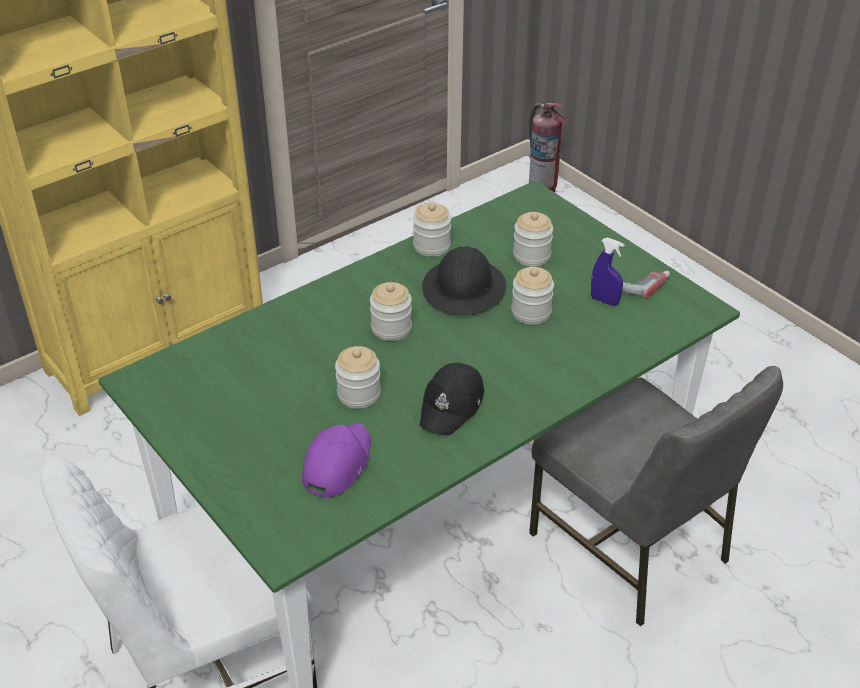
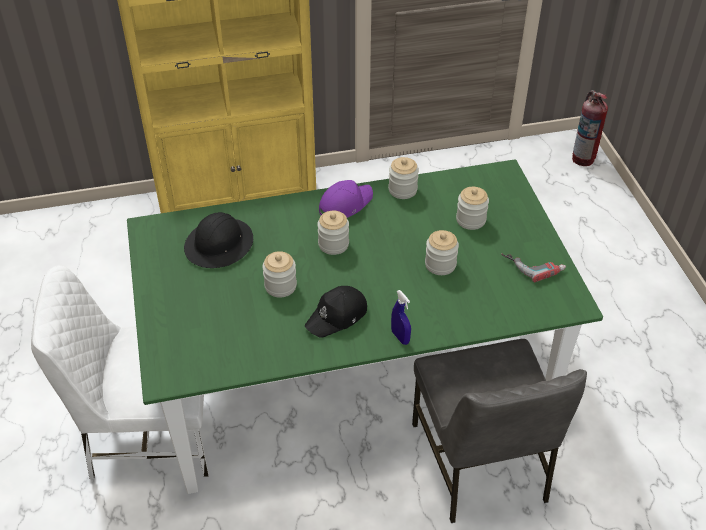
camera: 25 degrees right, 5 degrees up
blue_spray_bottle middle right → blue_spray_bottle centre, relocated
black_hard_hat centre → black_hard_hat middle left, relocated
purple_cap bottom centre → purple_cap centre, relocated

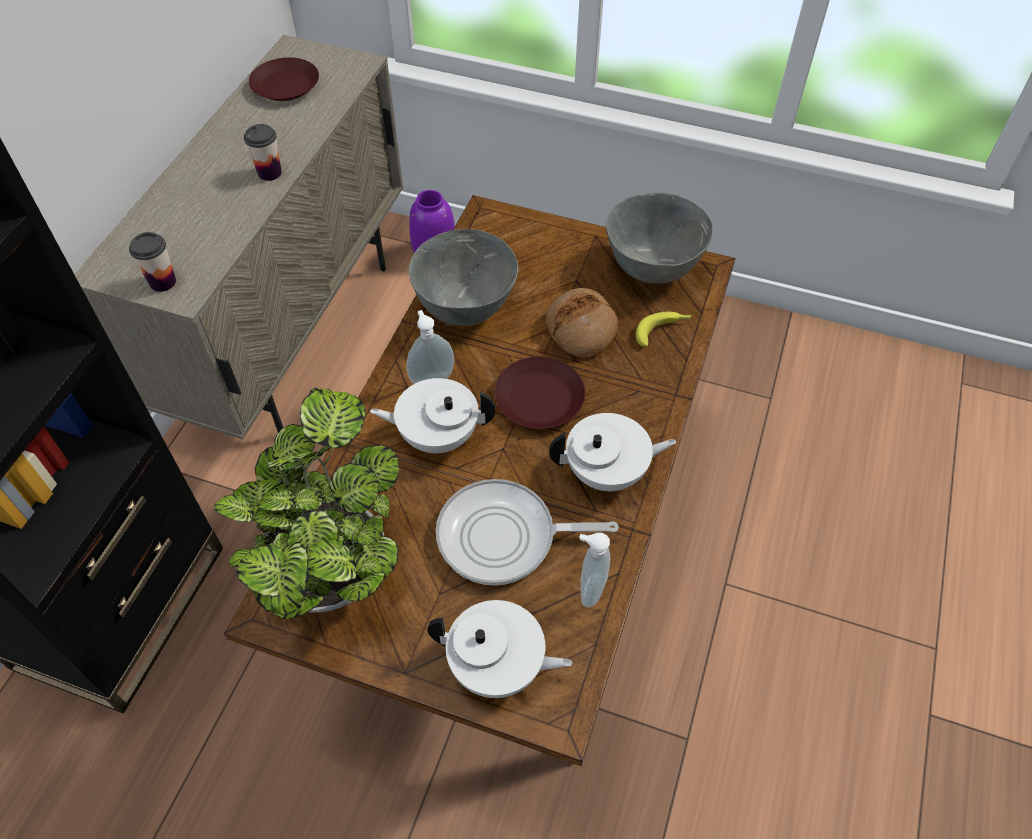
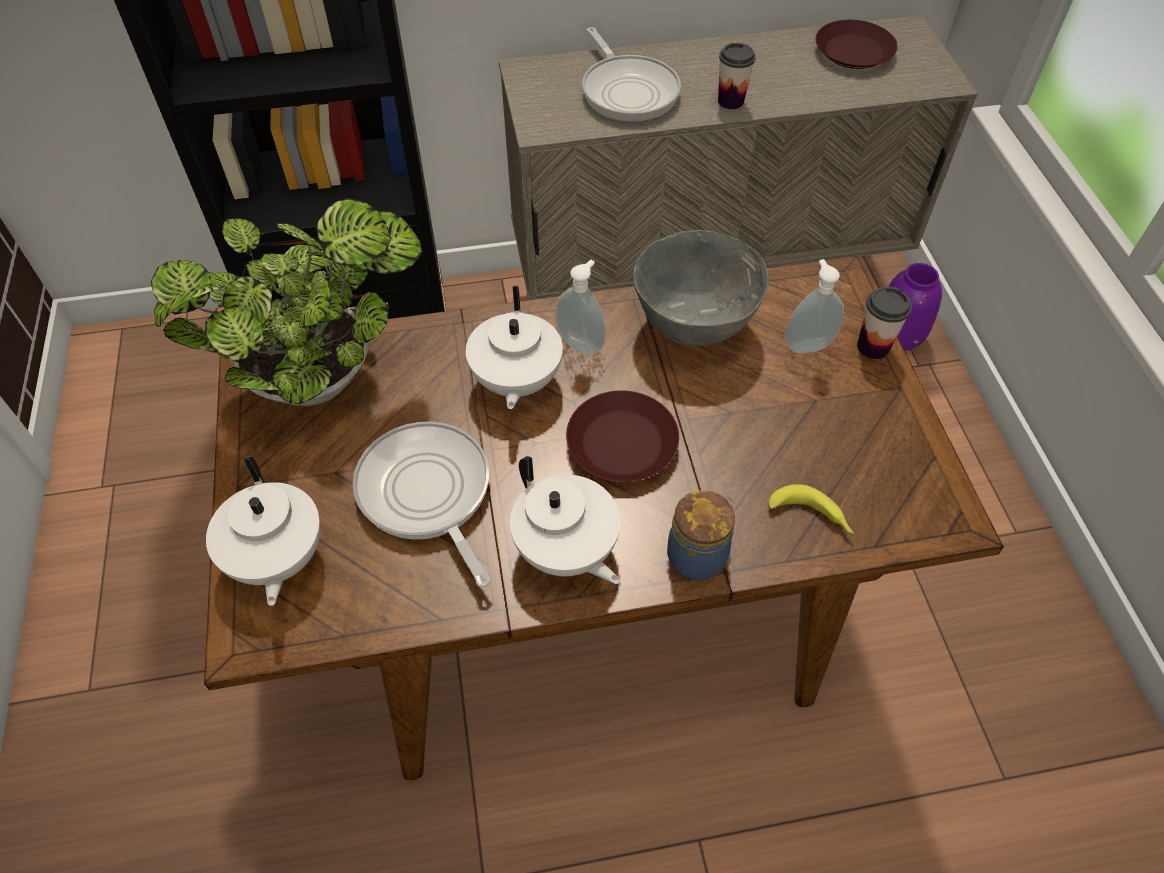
camera: 60 degrees right, 0 degrees up
grey_bowl (no. 2 from left) top centre → -
cup (no. 1 from left in the first image) top left → cup (no. 2 from left) middle right, relocated
bread centre → -
white_teapot (no. 1 from left in the first image) centre → white_teapot (no. 2 from left) centre, 150 degrees counterclockwise
soap_dispenser (no. 2 from left) bottom centre → soap_dispenser (no. 2 from left) middle right, relocated
- → frying_pan (no. 2 from left) top centre
- → jar centre

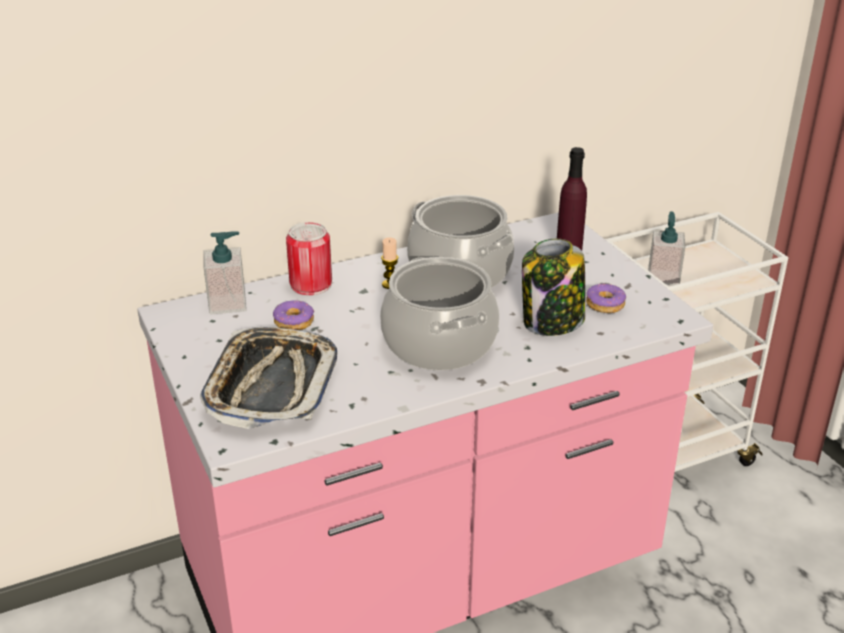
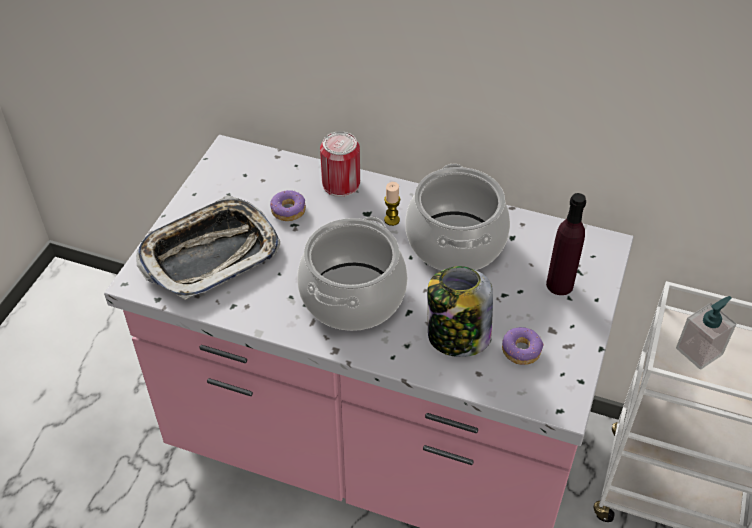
camera: 45 degrees right, 15 degrees up
soap_dispenser (no. 1 from left) middle left → -

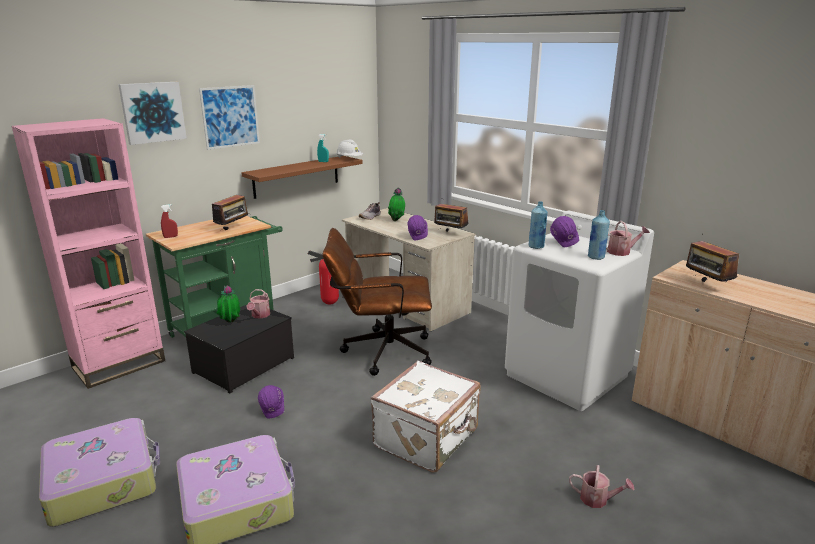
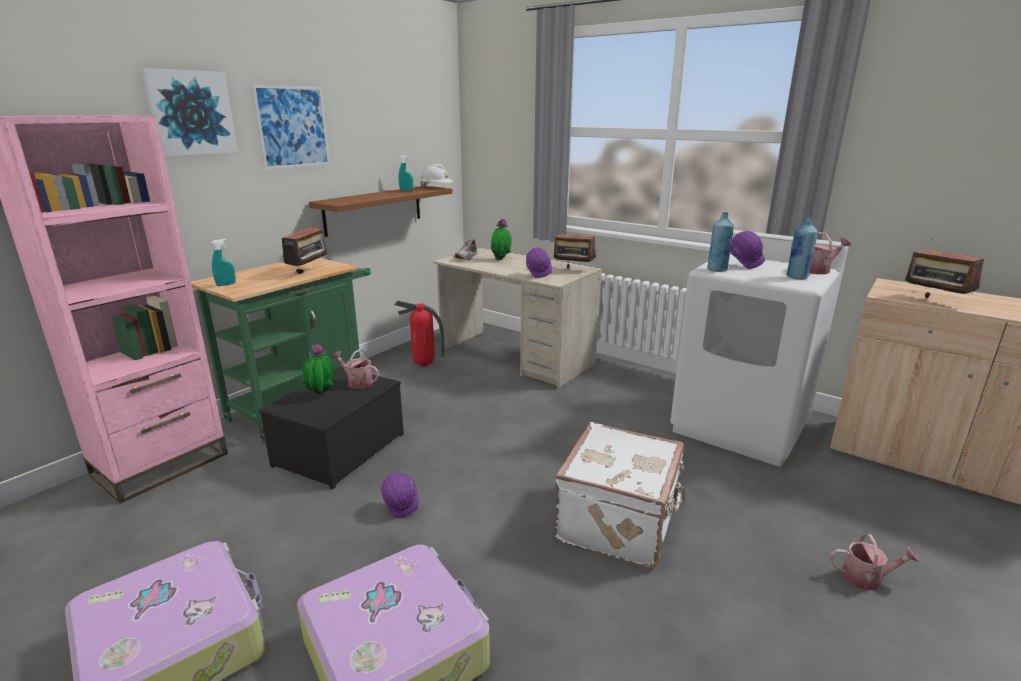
camera: 10 degrees left, 0 degrees up
red_spray_bottle middle left → turquoise_spray_bottle (no. 1 from left) middle left
brown_office_chair centre → -
watering_can (no. 1 from left) middle left → watering_can (no. 1 from left) centre, 120 degrees clockwise

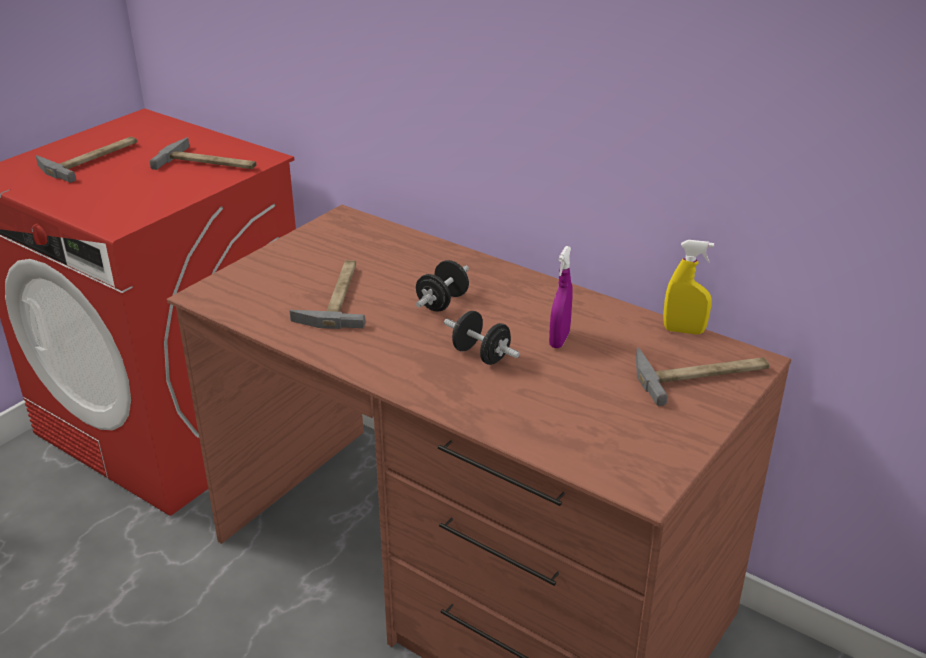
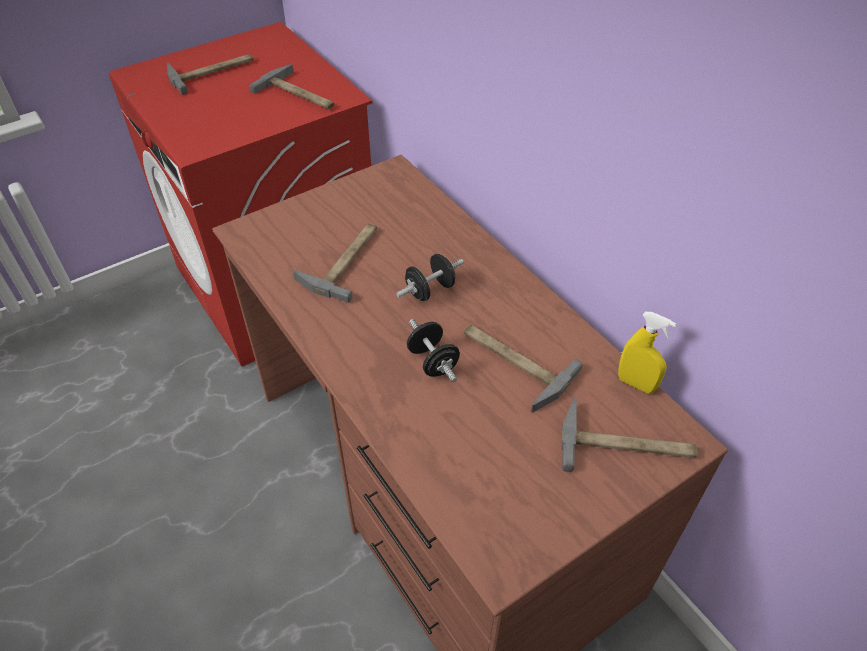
camera: 20 degrees right, 15 degrees up
purple_spray_bottle centre → hammer (no. 4 from left) centre

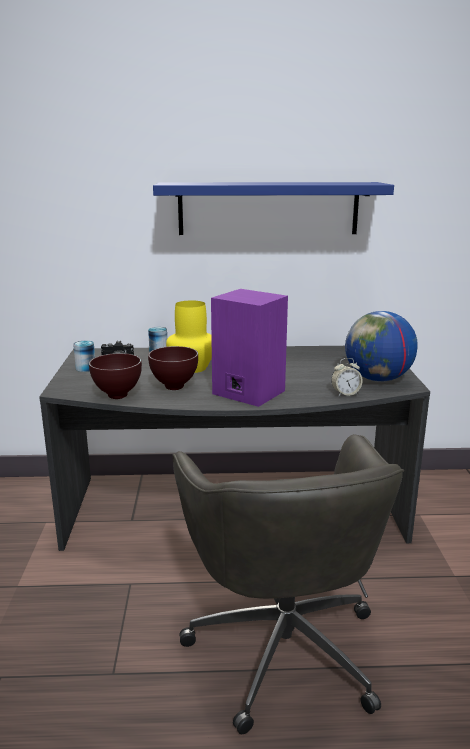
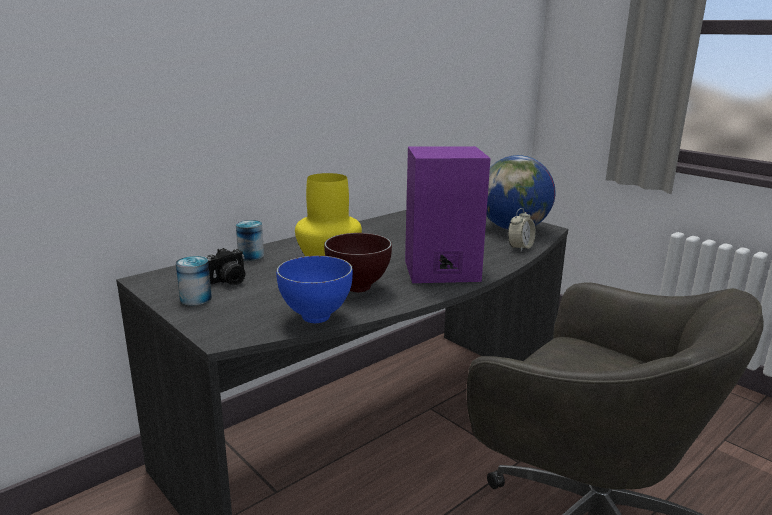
camera: 40 degrees left, 0 degrees up
blue_shelf top centre → -
brown_bowl (no. 1 from left) middle left → blue_bowl centre

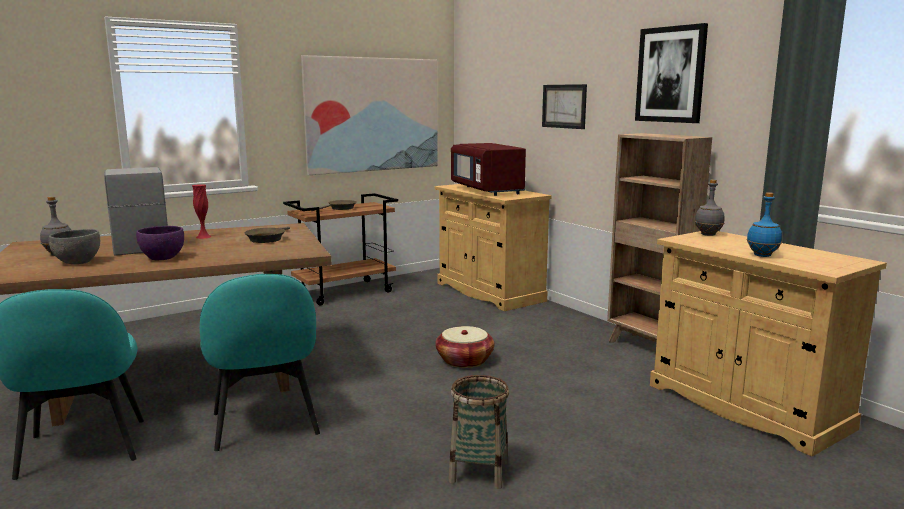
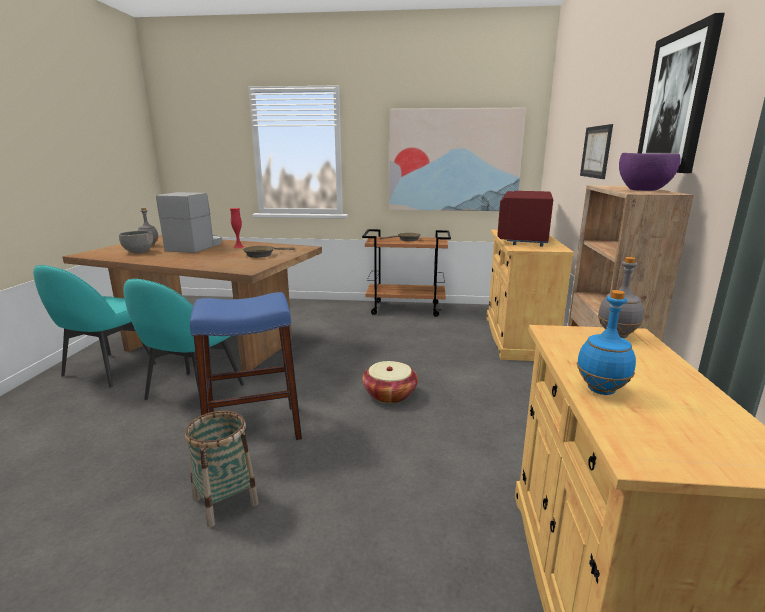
camera: 40 degrees right, 5 degrees up
purple_bowl middle left → purple_bowl top right, relocated
- → blue_stool middle left

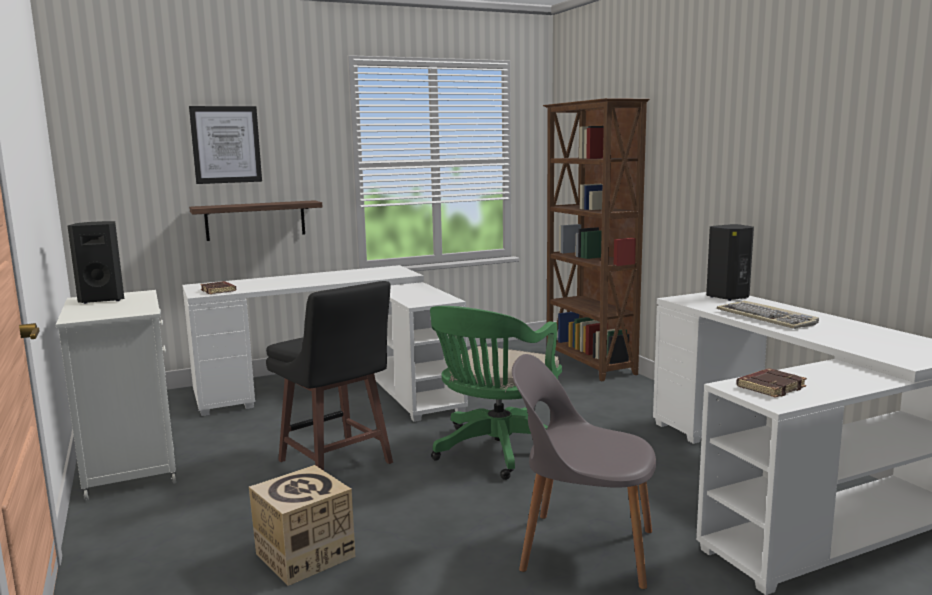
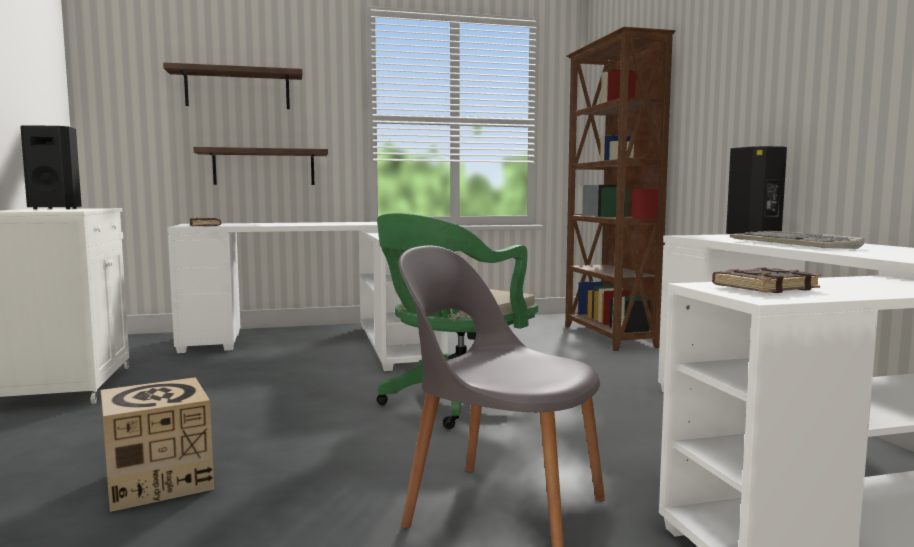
camera: 10 degrees right, 5 degrees down
picture top left → shelf (no. 1 from left) top left
black_stool centre → -

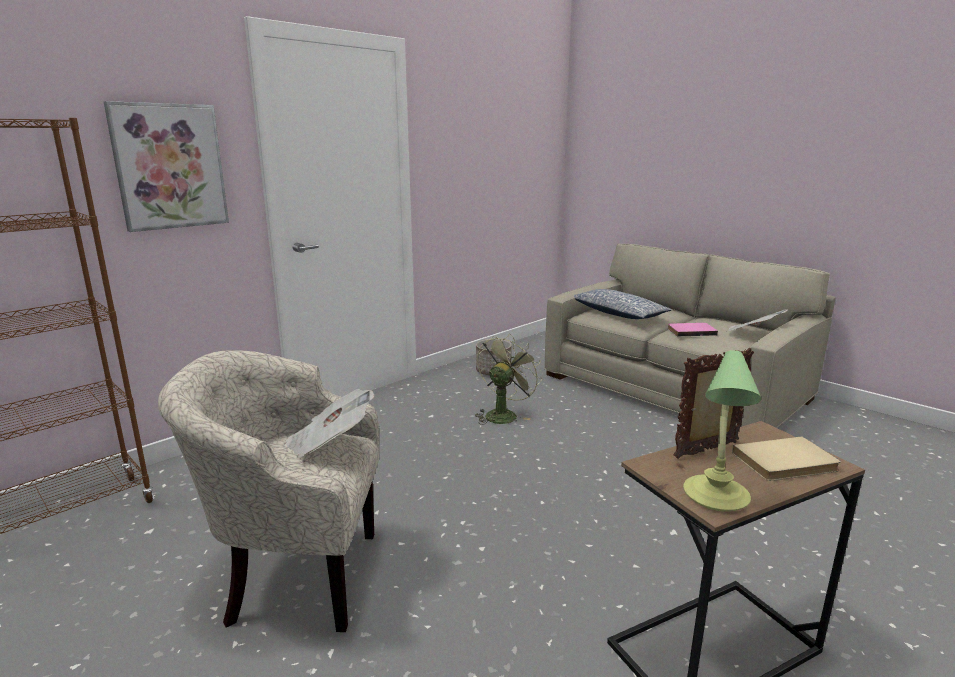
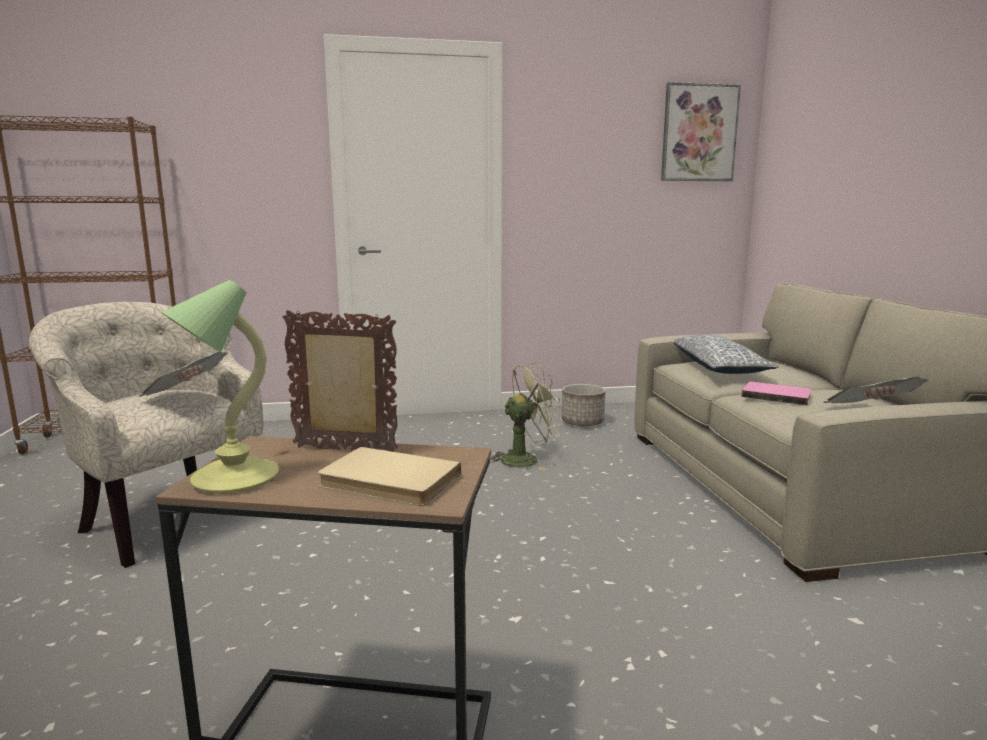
camera: 35 degrees right, 5 degrees down
picture top left → picture top right, relocated

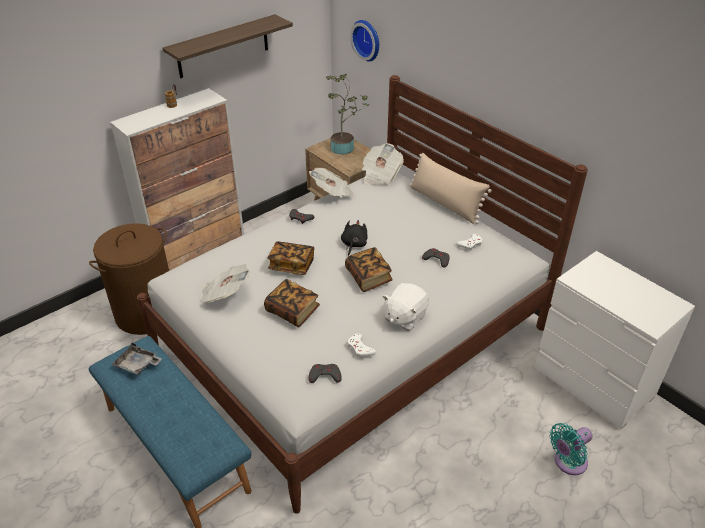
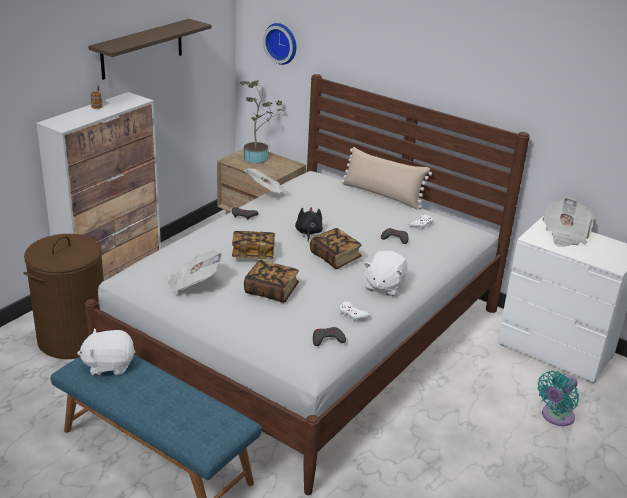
camera: 15 degrees left, 10 degrees down
newspaper (no. 3 from left) top centre → newspaper (no. 3 from left) middle right, relocated
grey_tray bottom left → white_plush_toy (no. 1 from left) bottom left

